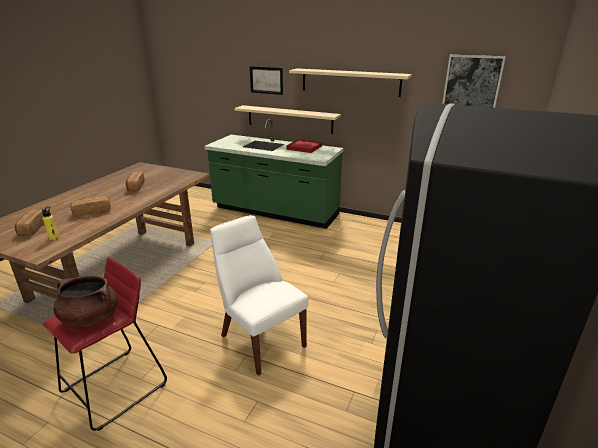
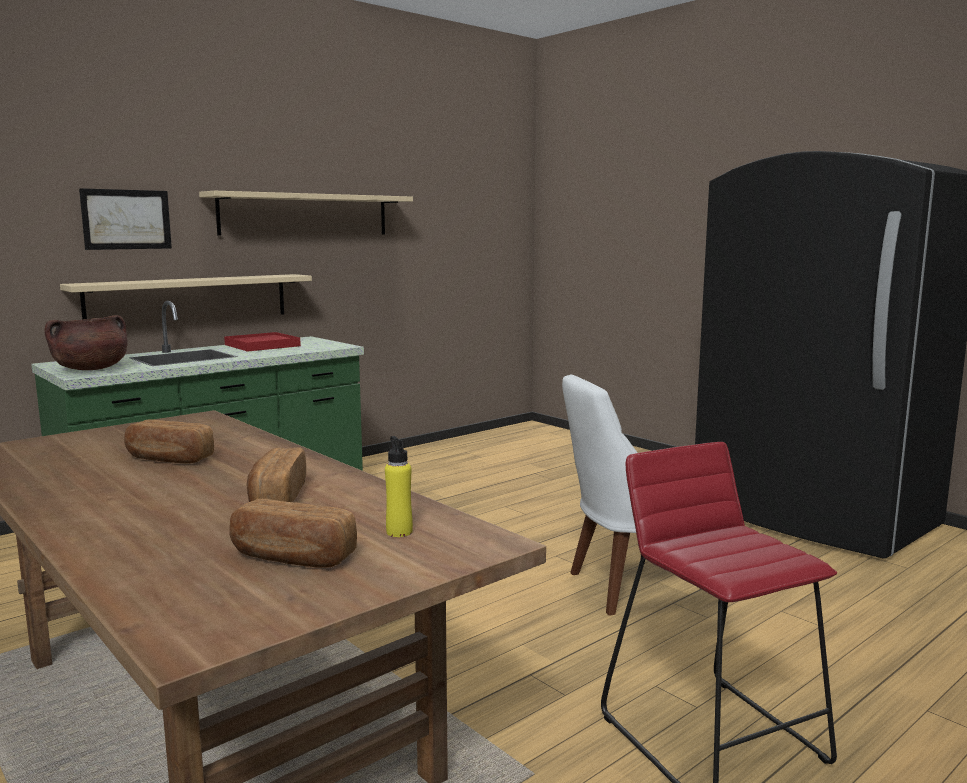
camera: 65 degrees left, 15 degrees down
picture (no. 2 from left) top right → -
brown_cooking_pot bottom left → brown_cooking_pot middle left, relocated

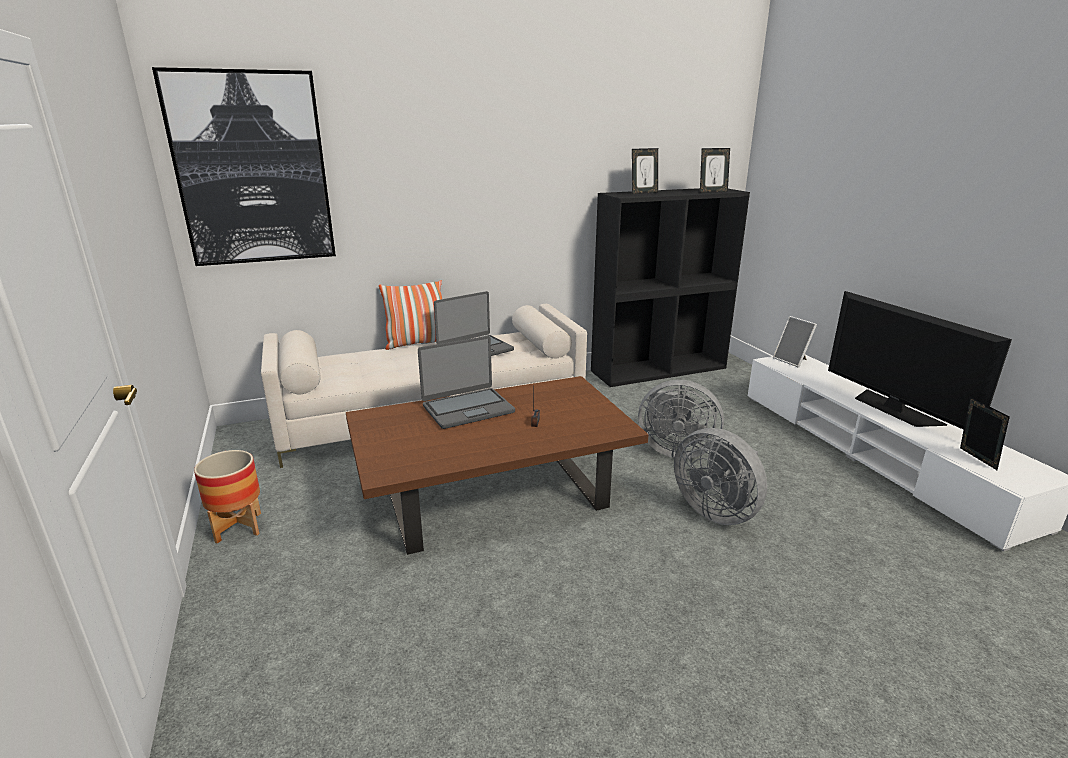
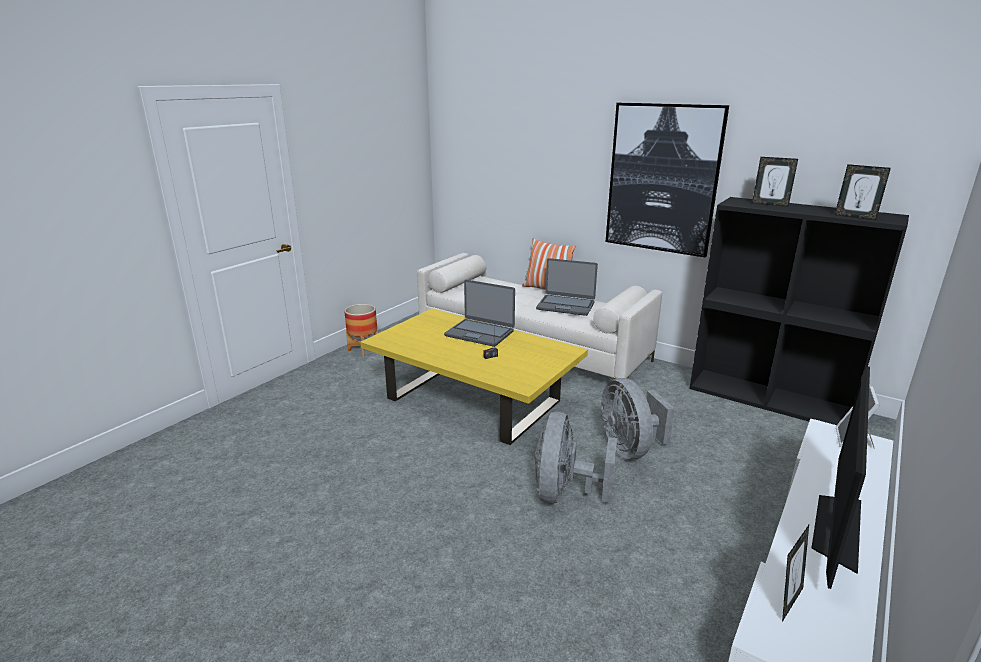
camera: 55 degrees right, 0 degrees up
picture top left → picture top right, relocated
brown_coffee_table centre → yellow_coffee_table centre

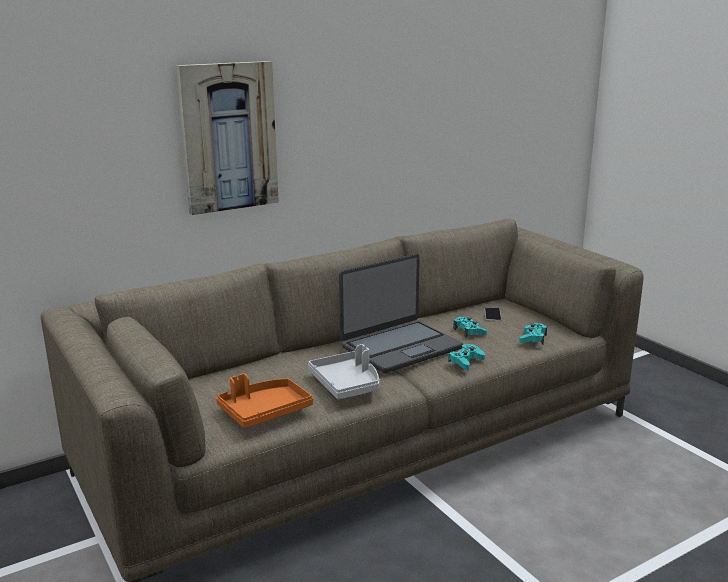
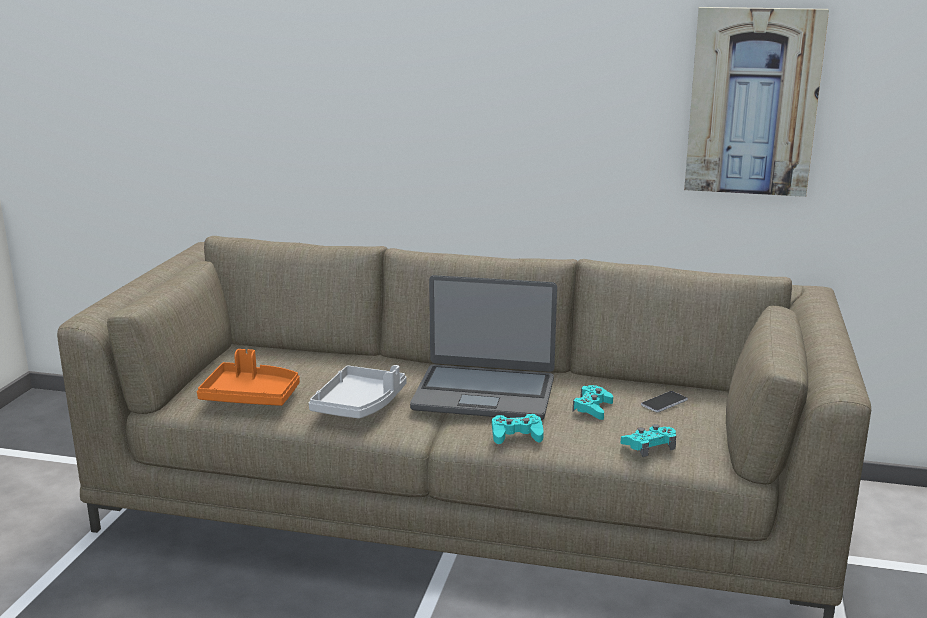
camera: 45 degrees right, 0 degrees up
picture top left → picture top right, relocated

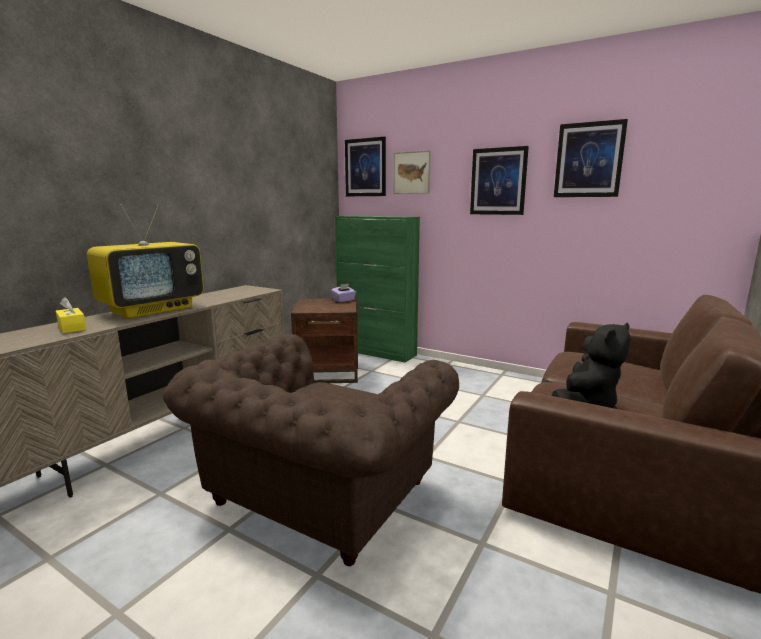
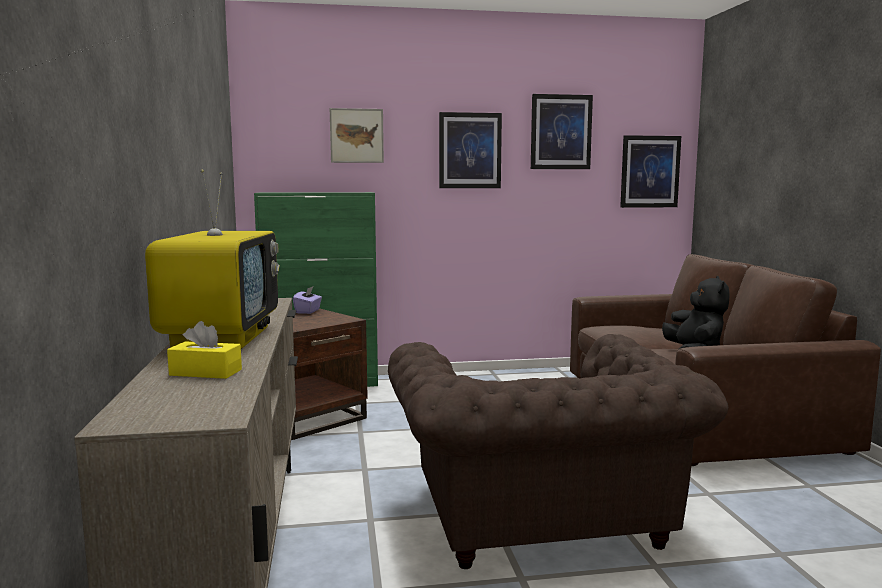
camera: 40 degrees left, 5 degrees down
picture (no. 1 from left in the first image) top centre → picture (no. 4 from left) top right, relocated

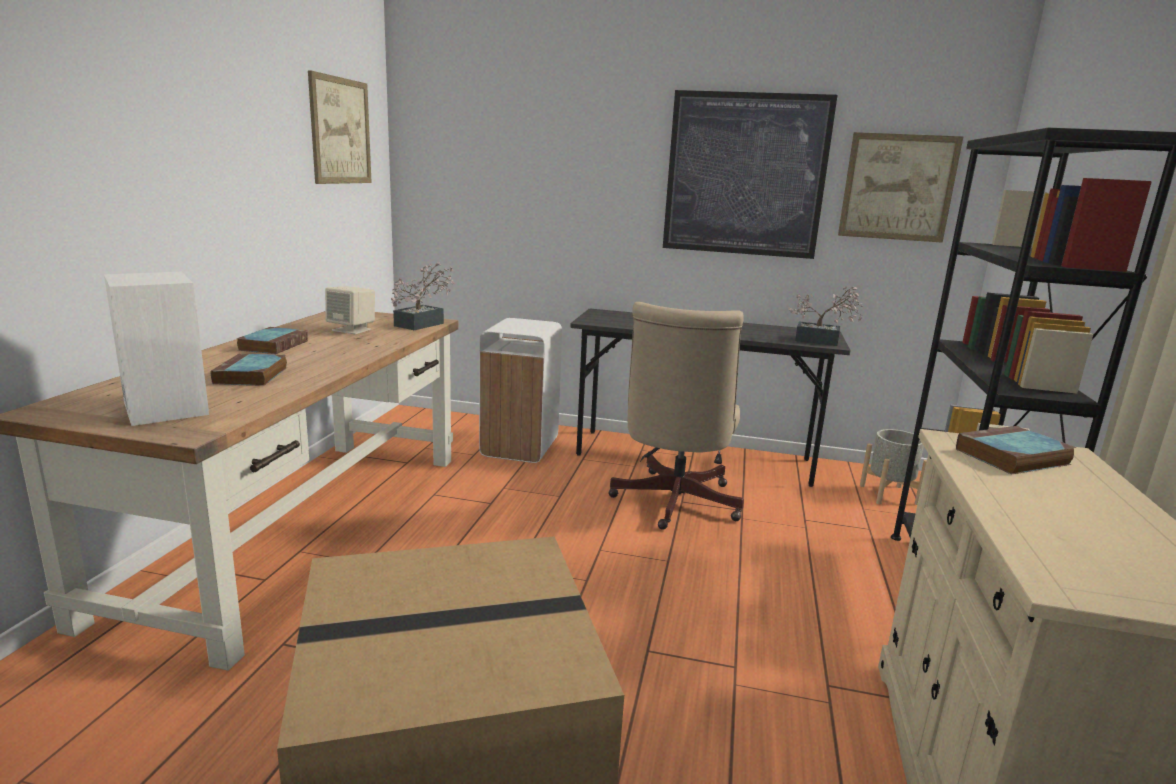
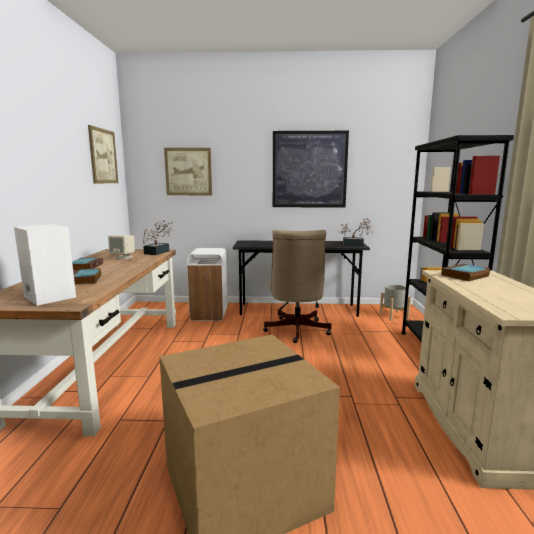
camera: 10 degrees left, 5 degrees down
picture (no. 3 from left in the first image) top right → picture (no. 2 from left) top centre, relocated

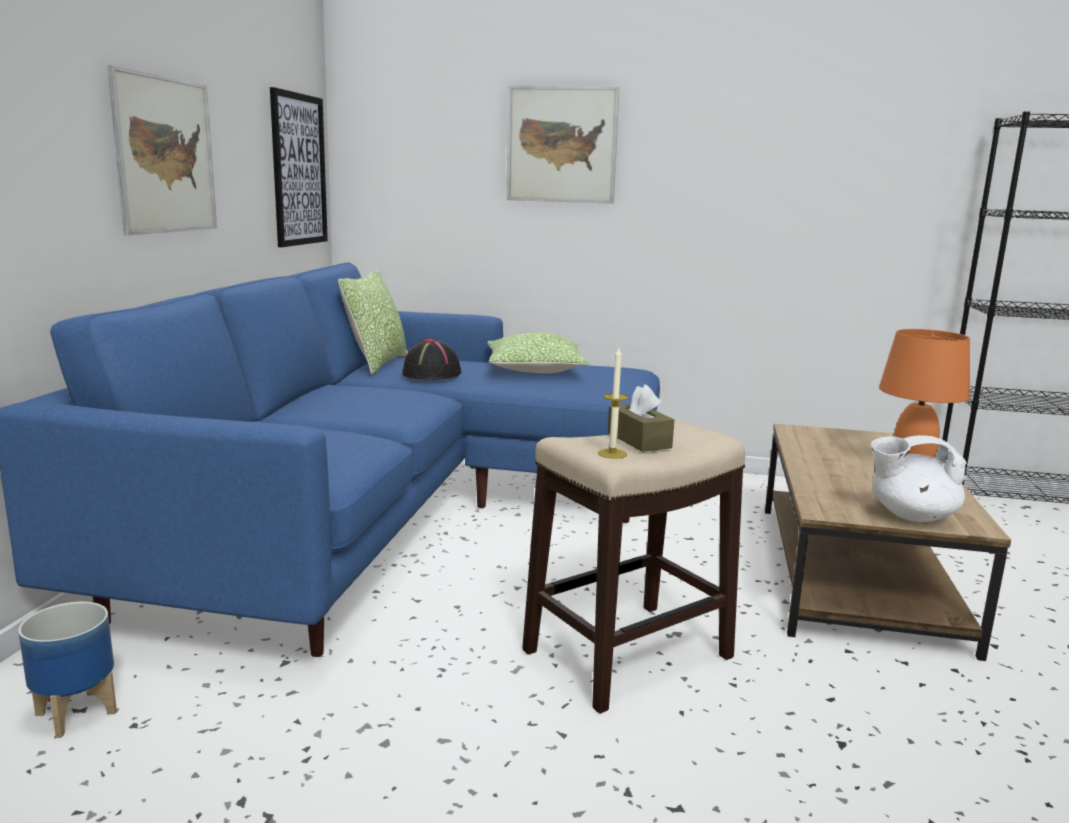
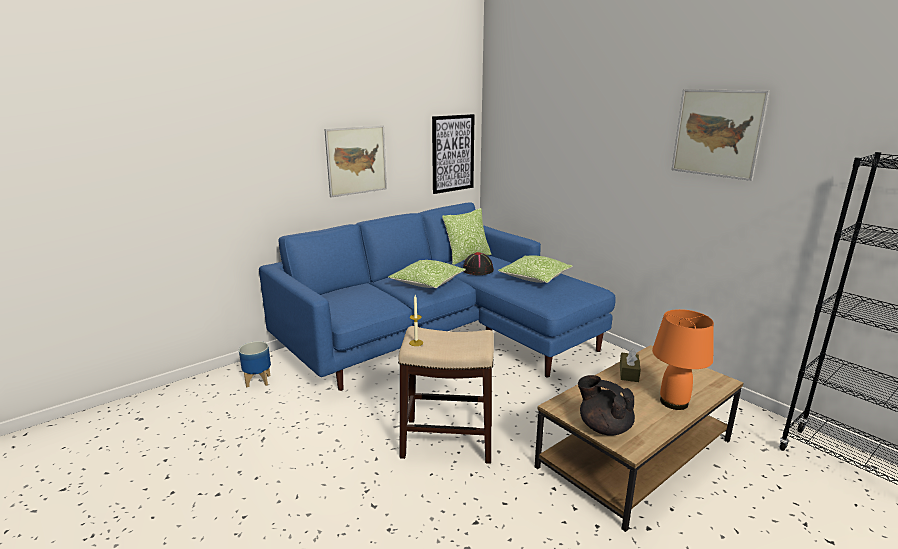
camera: 40 degrees right, 5 degrees up
picture (no. 3 from left) top centre → picture (no. 3 from left) top right, relocated
brown_tissue_box centre → brown_tissue_box middle right, relocated
white_teapot middle right → black_teapot bottom right
- → pillow (no. 1 from left) centre

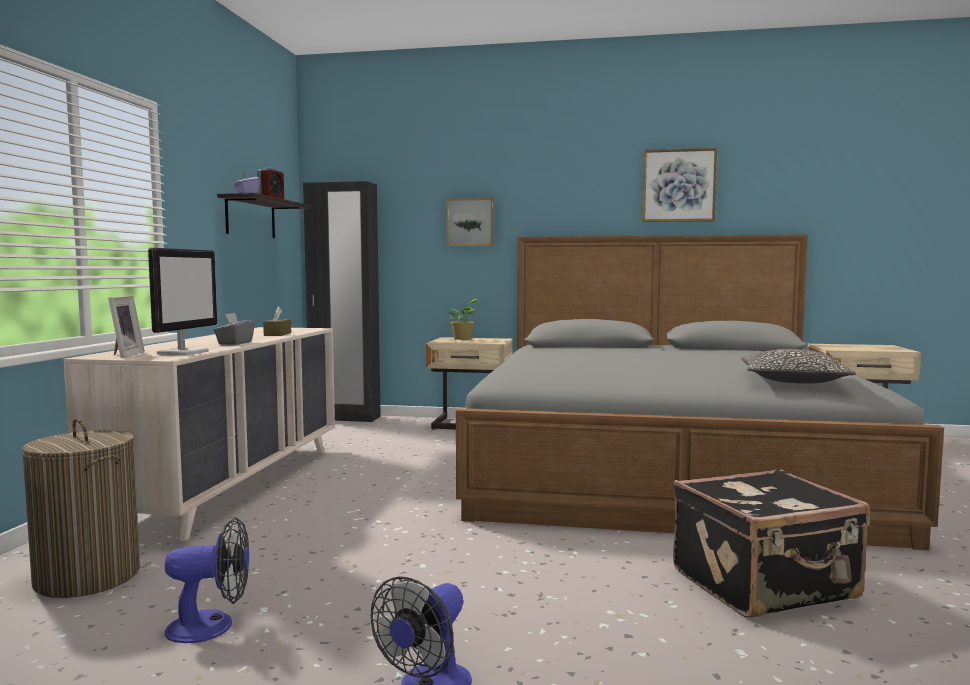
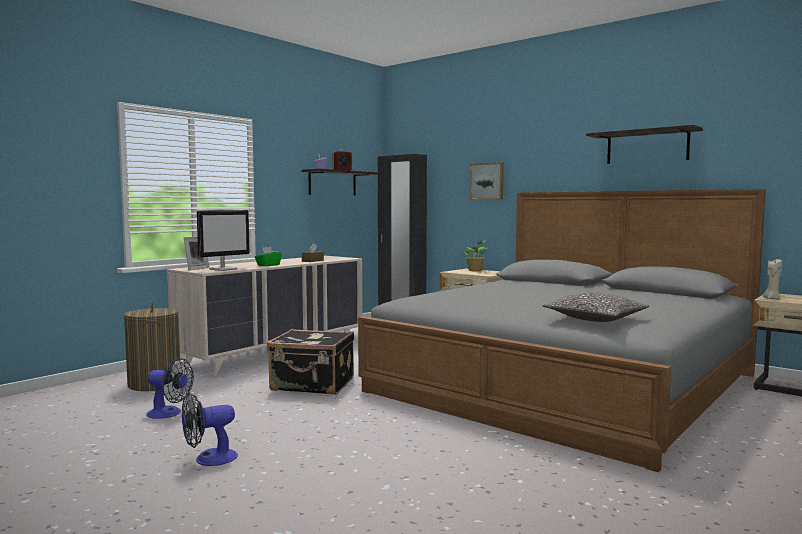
camera: 30 degrees right, 0 degrees up
picture (no. 2 from left) top right → shelf (no. 2 from left) top right
grey_tissue_box middle left → green_tissue_box centre
black_suitcase bottom right → black_suitcase bottom centre, relocated
- → beige_candle middle right

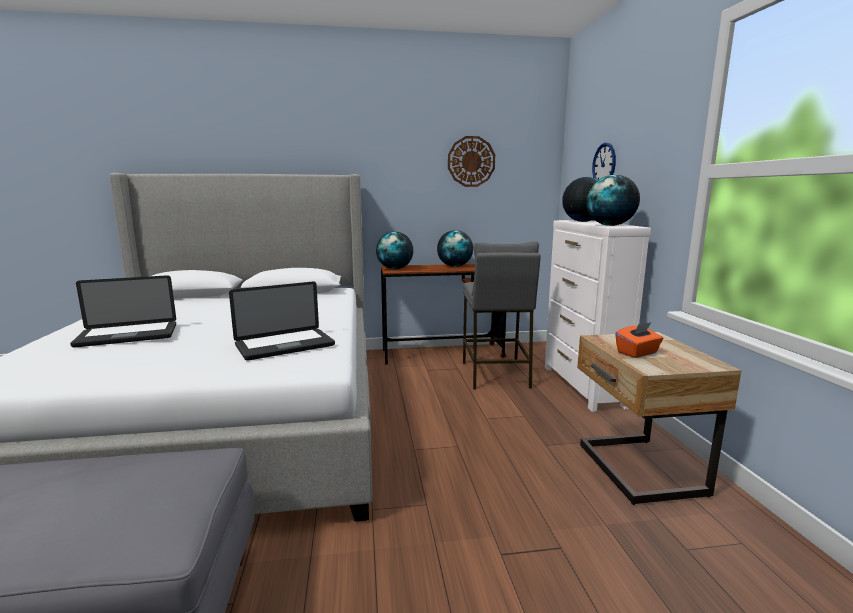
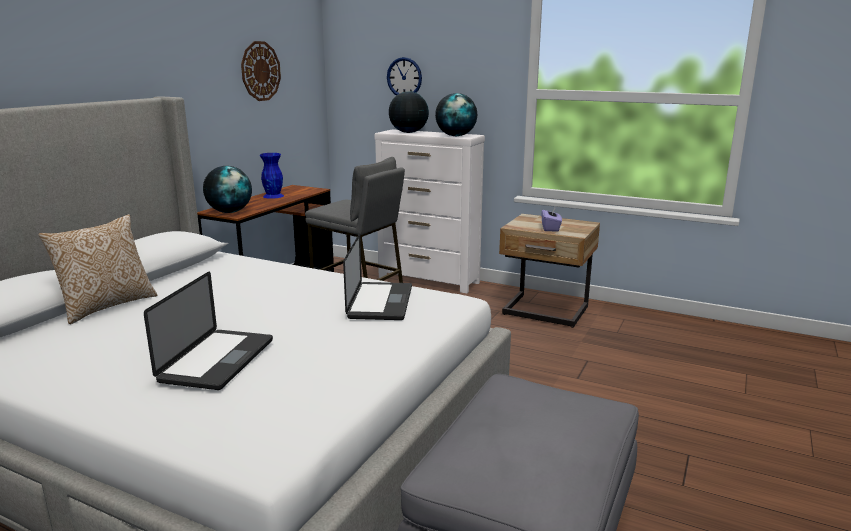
camera: 55 degrees left, 5 degrees up
globe (no. 2 from left) centre → blue_vase top left
orange_tissue_box middle right → purple_tissue_box centre
- → pillow middle left

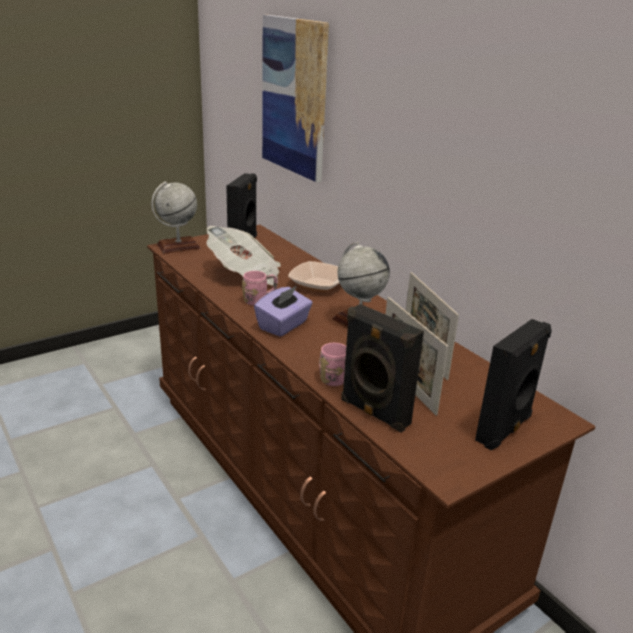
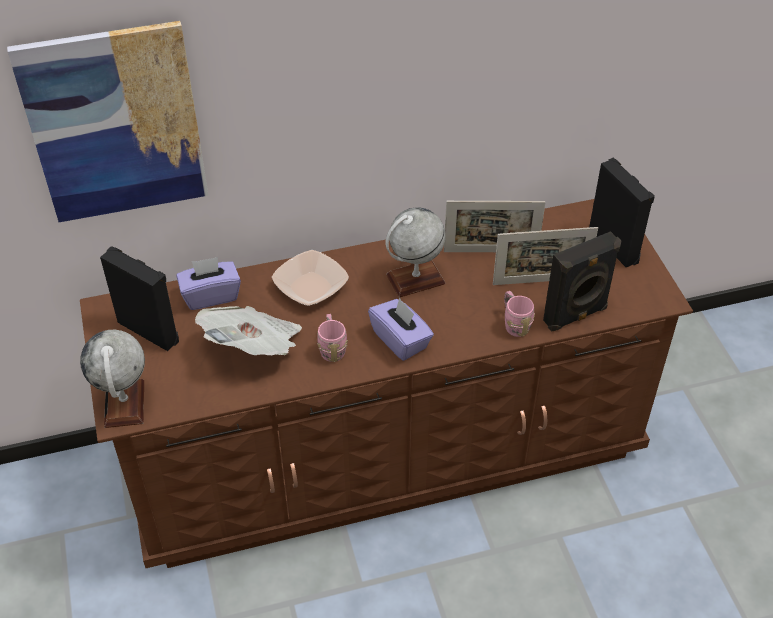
camera: 70 degrees left, 20 degrees up
- → purple_tissue_box (no. 1 from left) middle left

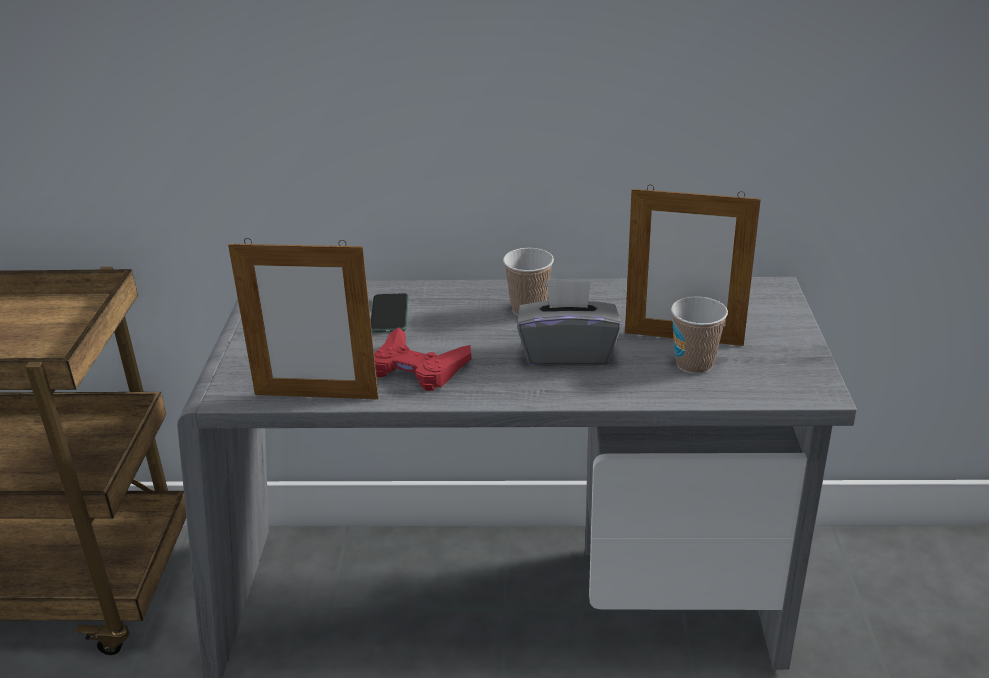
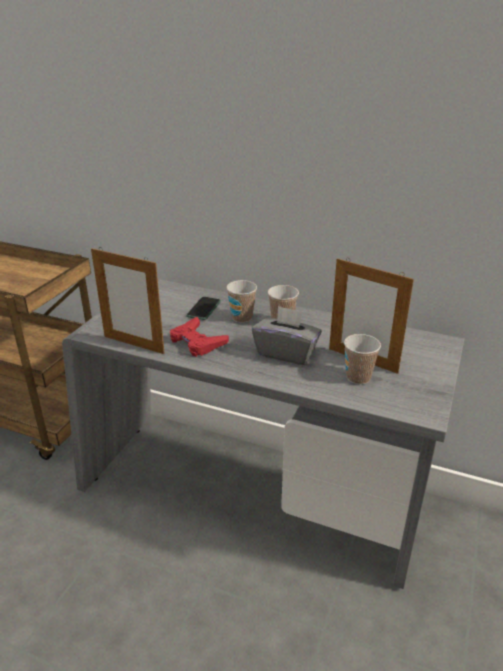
camera: 20 degrees right, 0 degrees up
- → cup (no. 1 from left) centre

